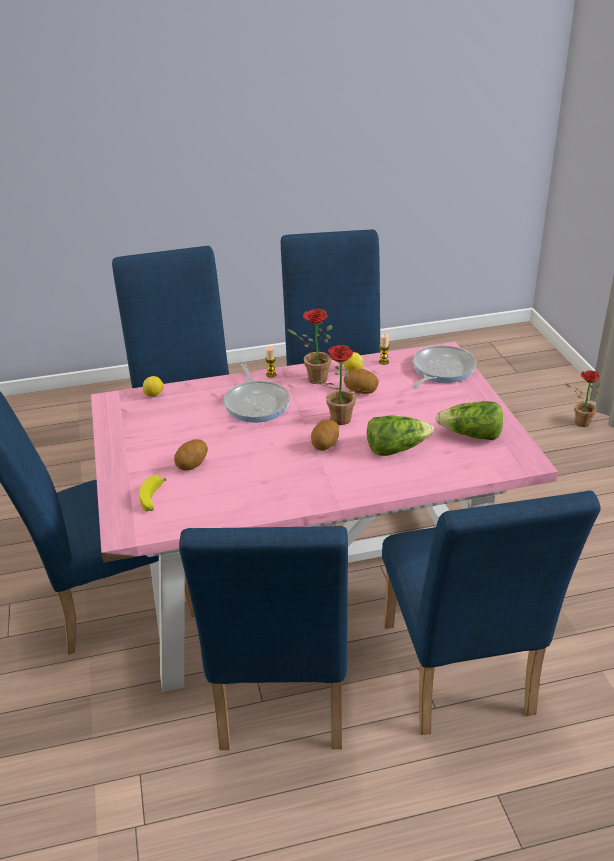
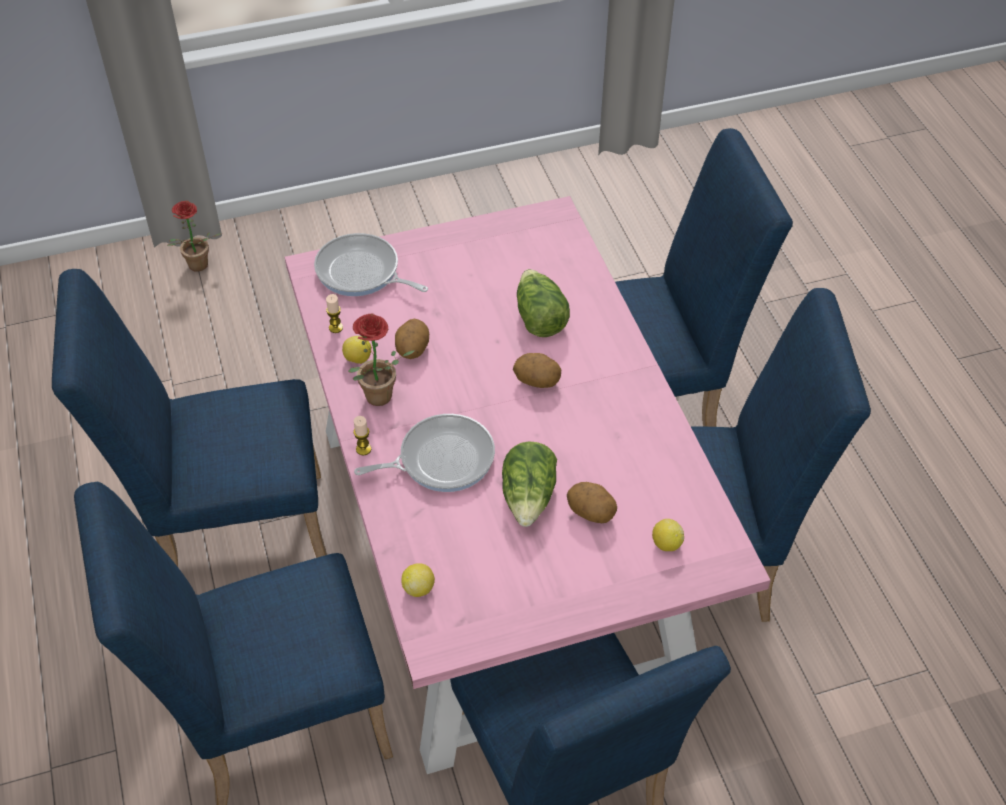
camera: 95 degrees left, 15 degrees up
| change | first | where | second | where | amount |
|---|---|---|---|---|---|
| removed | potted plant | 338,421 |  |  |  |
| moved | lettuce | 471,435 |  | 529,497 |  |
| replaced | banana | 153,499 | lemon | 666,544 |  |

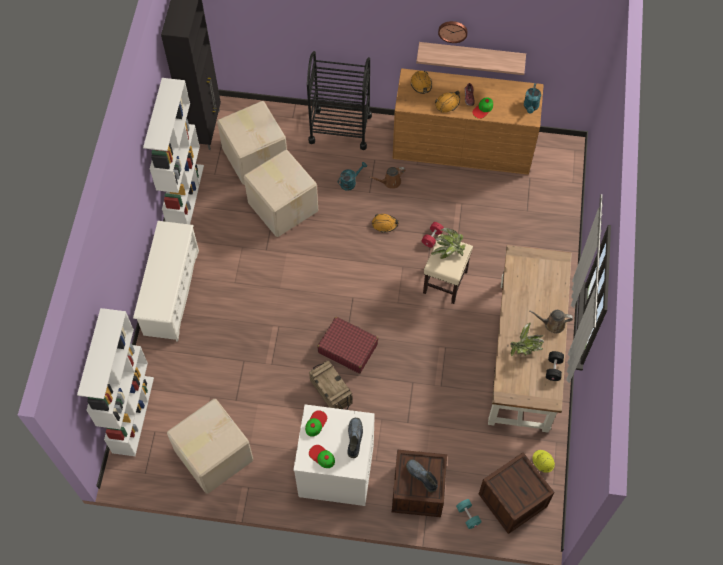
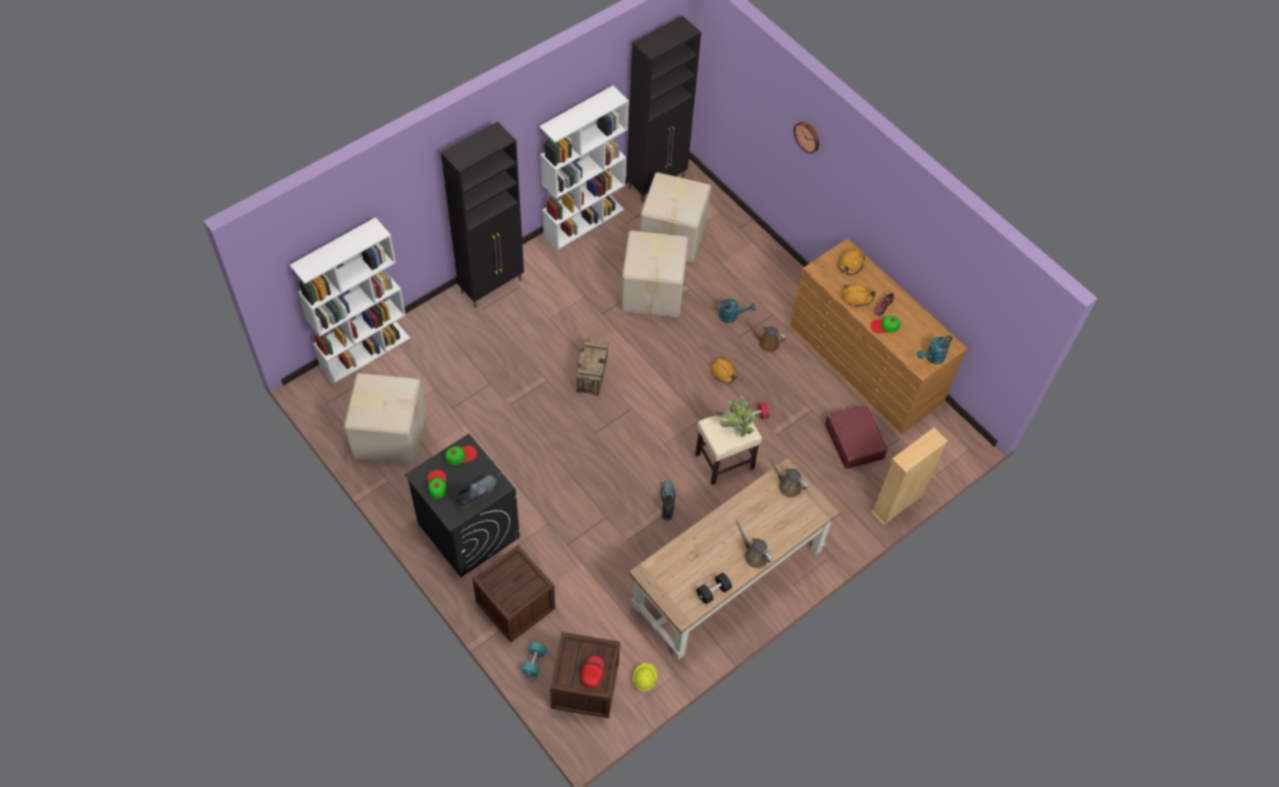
camera: 40 degrees right, 5 degrees down
| change | first | where | second | where | amount |
|---|---|---|---|---|---|
| removed | cart/black | 340,128 |  |  |  |
| removed | shelf | 471,54 |  |  |  |
| removed | potted plant | 526,348 |  |  |  |
| added |  |  | cap/red | 592,673 |  |
| added |  |  | watering can/brown | 787,485 |  |
| added |  |  | bookcase/beige | 897,503 |  |
| moved | crate | 330,392 |  | 591,374 |  |
| moved | suitcase/red | 347,348 |  | 854,441 |  |
| moved | boot | 421,476 |  | 667,501 |  |
| moved | wall clock | 453,30 |  | 807,136 |  |
| replaced | shoe rack/white | 171,292 | cabinet/black | 492,286 |  |
| recoloured | washing machine/white | 335,471 | washing machine/black | 468,530 |  |

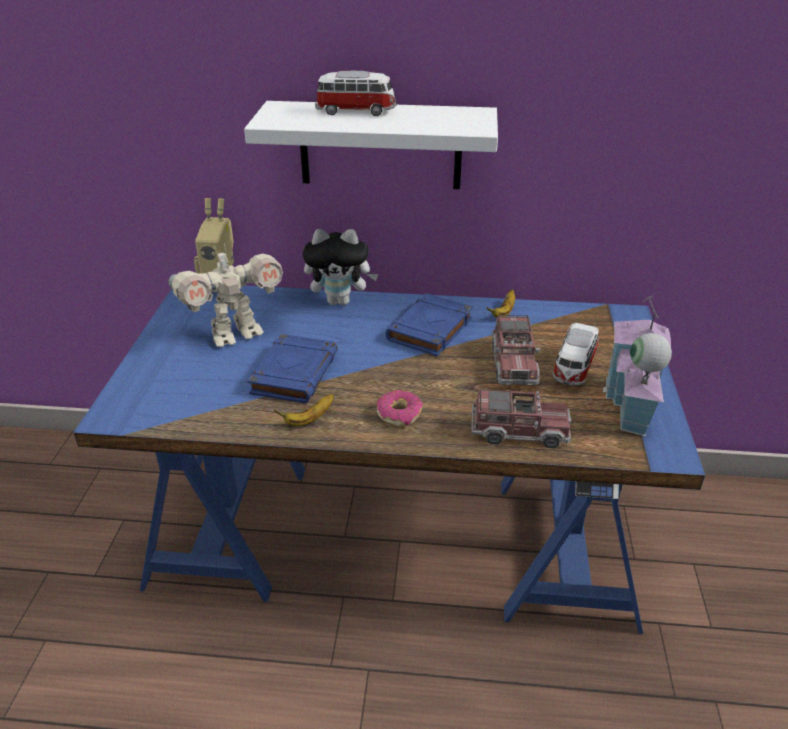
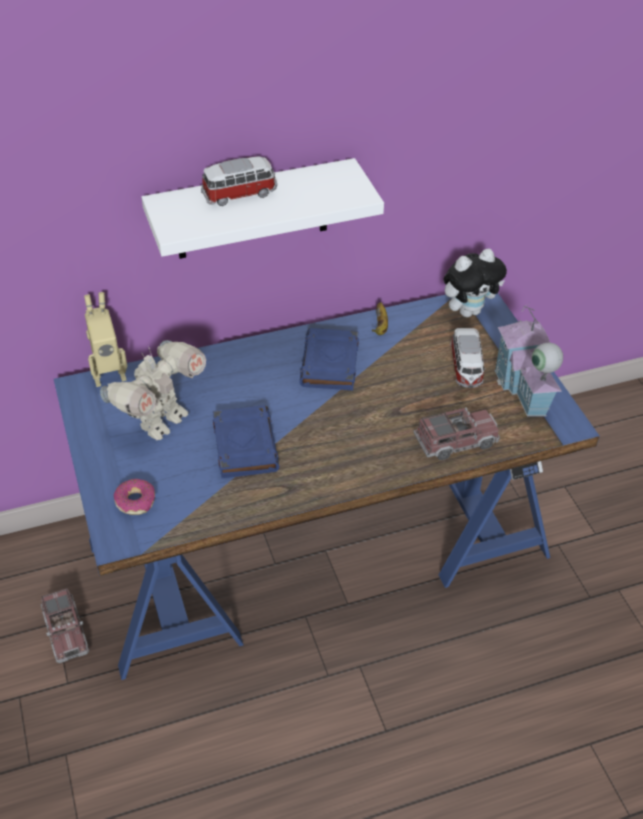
camera: 25 degrees left, 10 degrees up
| change | first | where | second | where | amount |
|---|---|---|---|---|---|
| removed | banana | 309,419 |  |  |  |
| moved | plush toy | 340,301 |  | 469,311 |  |
| moved | donut | 399,414 |  | 136,501 |  |
| moved | toy truck | 513,364 |  | 66,632 |  |

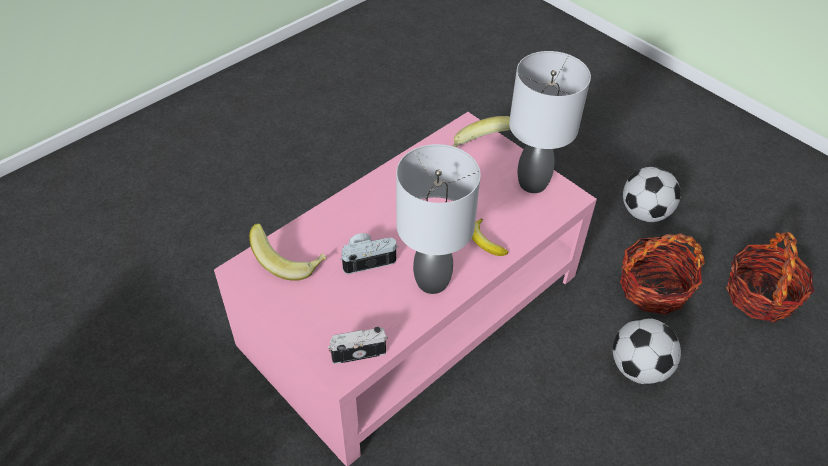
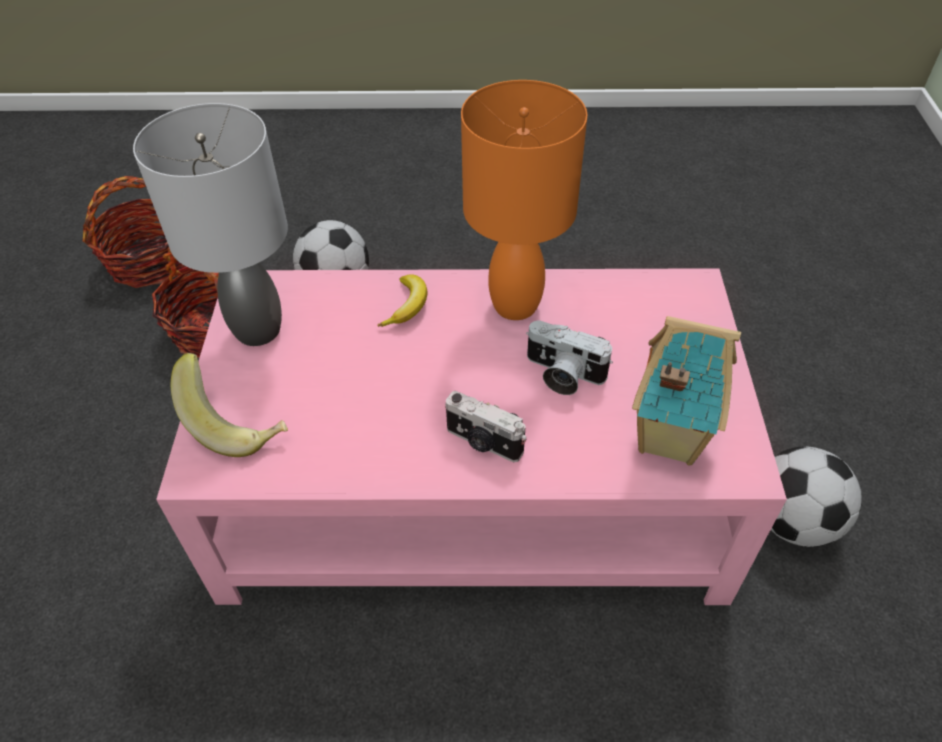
camera: 135 degrees left, 0 degrees up
| change | first | where | second | where | amount |
|---|---|---|---|---|---|
| moved | photo camera | 358,352 |  | 483,443 |  |
| moved | football | 645,213 |  | 791,521 |  |
| replaced | banana | 290,261 | toy house | 667,437 |  |
| recoloured | table lamp/grey | 431,280 | table lamp/orange | 514,306 |  |

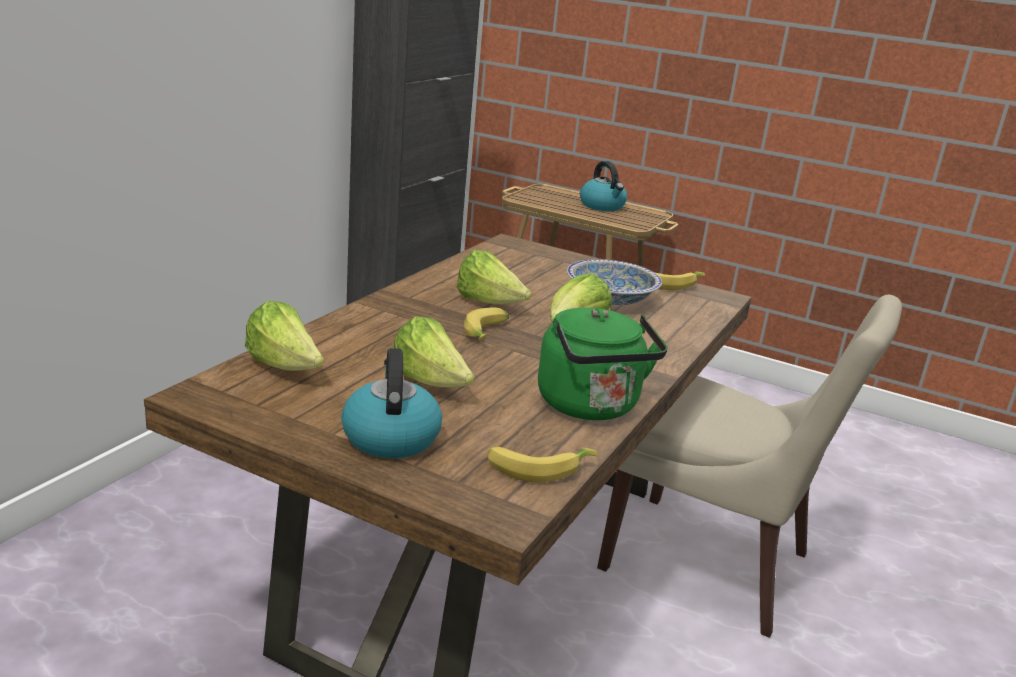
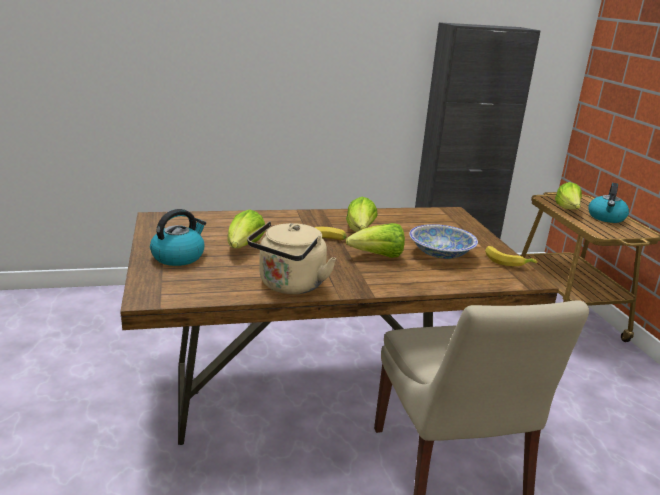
camera: 50 degrees right, 0 degrees up
| change | first | where | second | where | amount |
|---|---|---|---|---|---|
| removed | banana | 537,468 |  |  |  |
| moved | lettuce | 285,367 |  | 567,210 |  |
| recoloured | kettle/green | 591,407 | kettle/beige | 289,286 |  |

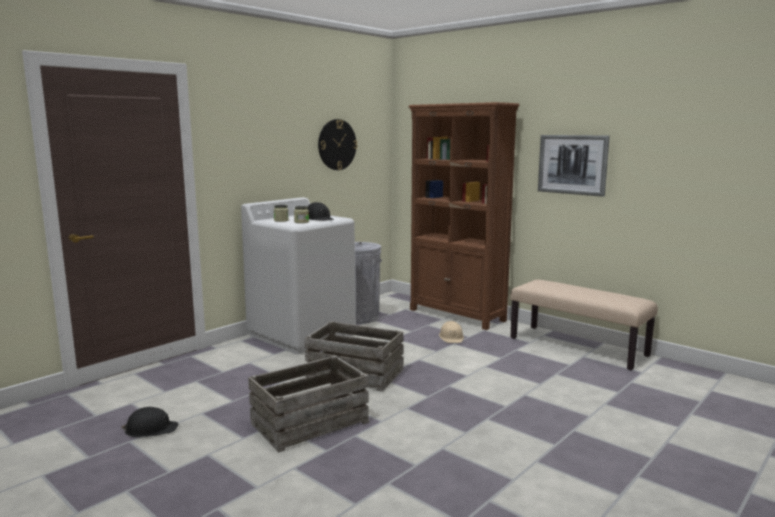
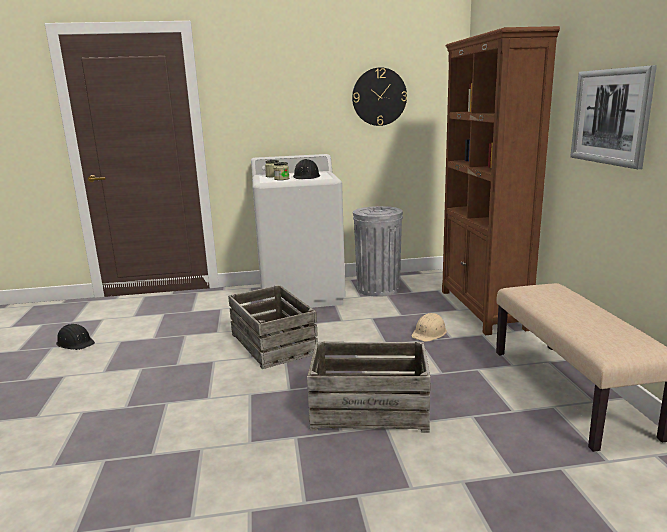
camera: 40 degrees right, 5 degrees up
| change | first | where | second | where | amount |
|---|---|---|---|---|---|
| moved | crate | 309,422 |  | 369,408 |  |

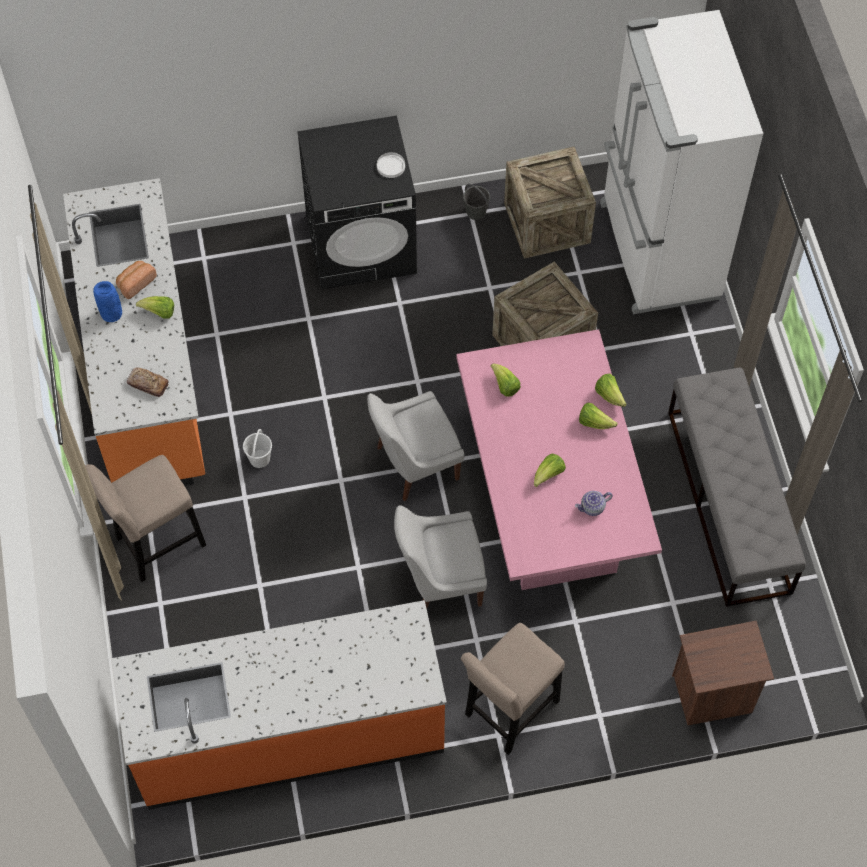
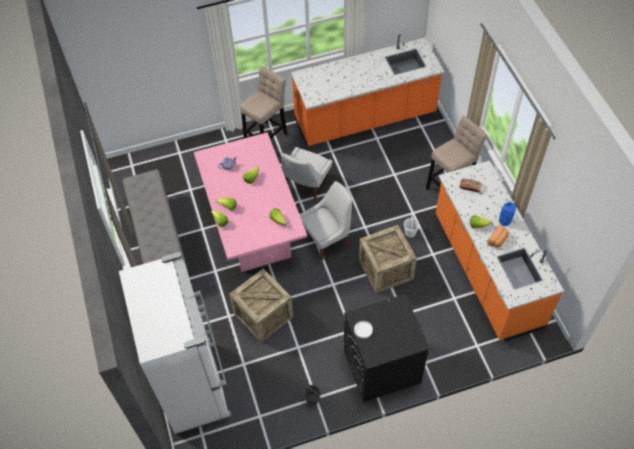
camera: 175 degrees right, 5 degrees down
| change | first | where | second | where | amount |
|---|---|---|---|---|---|
| removed | nightstand/brown | 713,695 |  |  |  |
| moved | crate | 547,223 |  | 385,269 |  |
| turned | chair/white | 440,580 |  | 306,186 | 135 degrees clockwise |

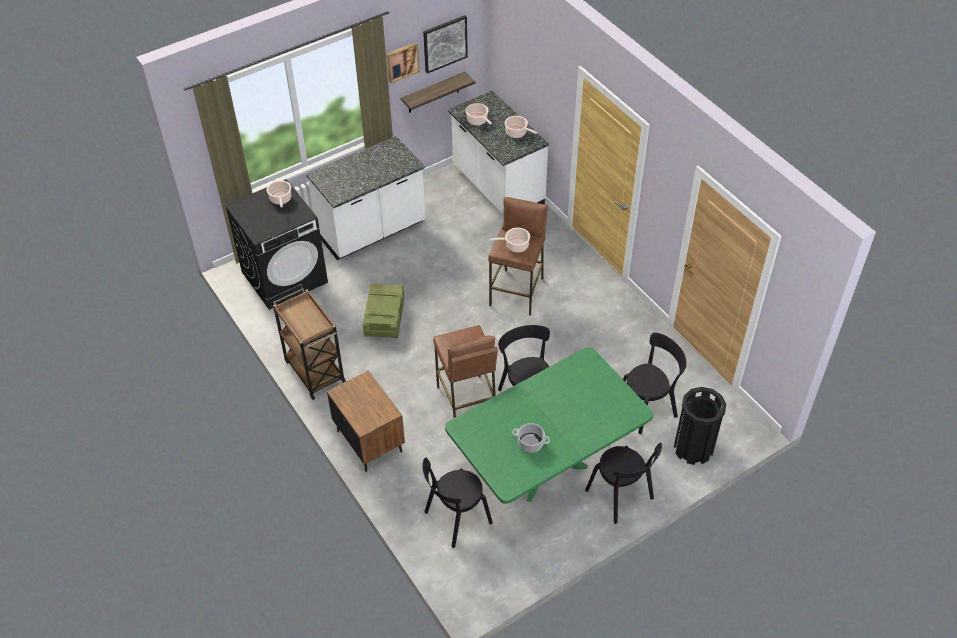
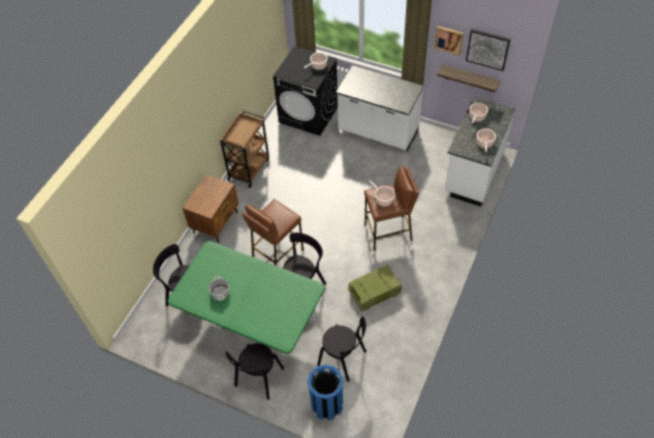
camera: 60 degrees right, 5 degrees up
| change | first | where | second | where | amount |
|---|---|---|---|---|---|
| moved | crate | 384,317 |  | 375,292 |  |
| recoloured | trash can/black | 693,448 | trash can/blue | 327,405 |  |

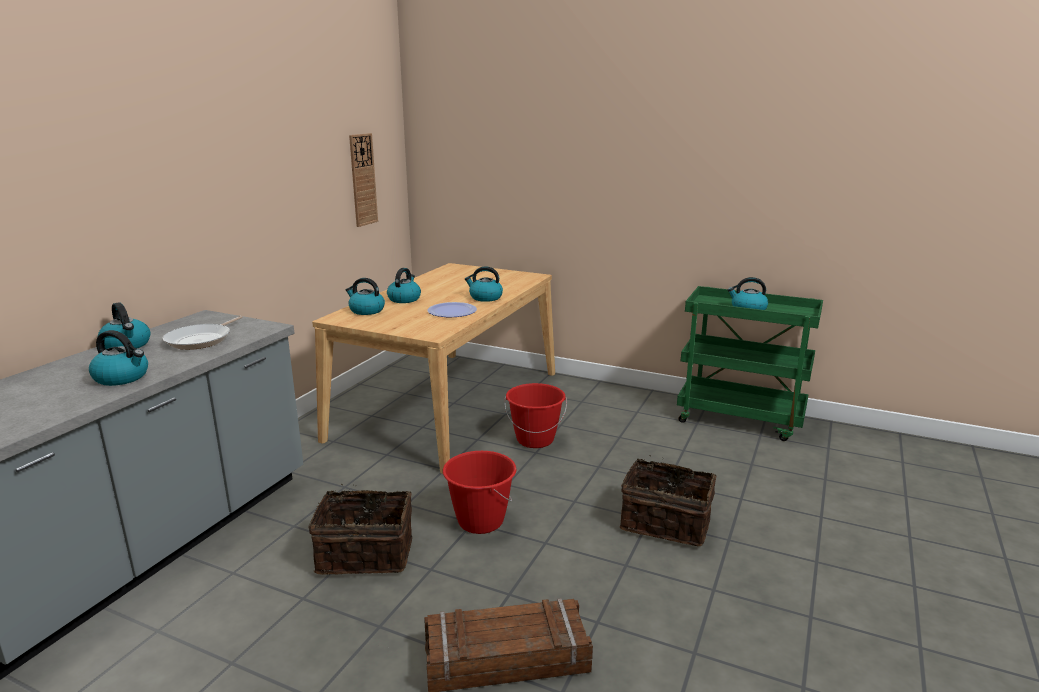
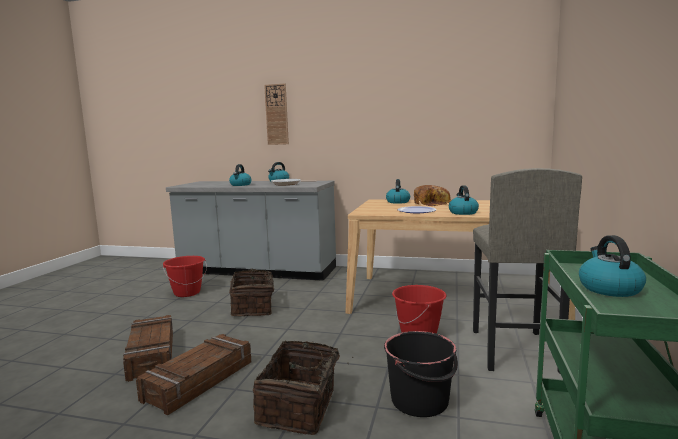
camera: 80 degrees right, 10 degrees down
| change | first | where | second | where | amount |
|---|---|---|---|---|---|
| added |  |  | crate | 198,380 |  |
| added |  |  | bucket/black | 420,401 |  |
| added |  |  | stool/grey | 513,350 |  |
| moved | wall clock | 363,180 |  | 276,114 |  |
| moved | bucket/red | 480,521 |  | 187,293 |  |
| replaced | kettle | 404,299 | bread | 432,203 |  |

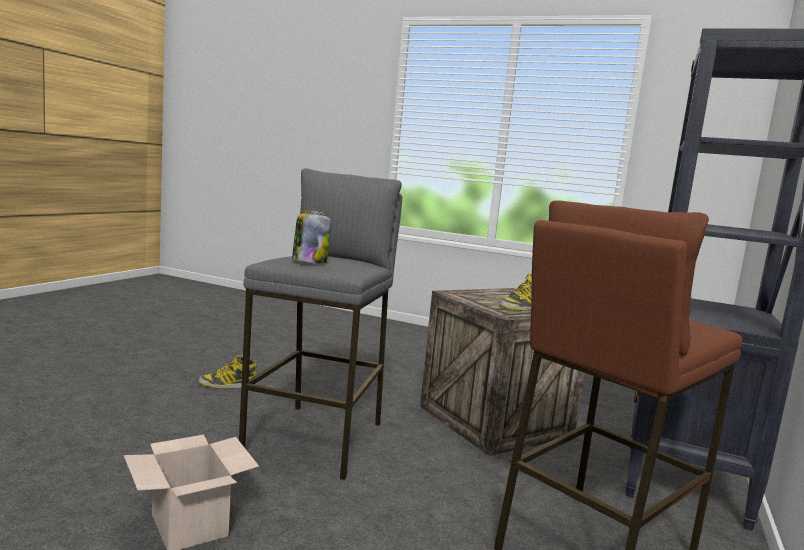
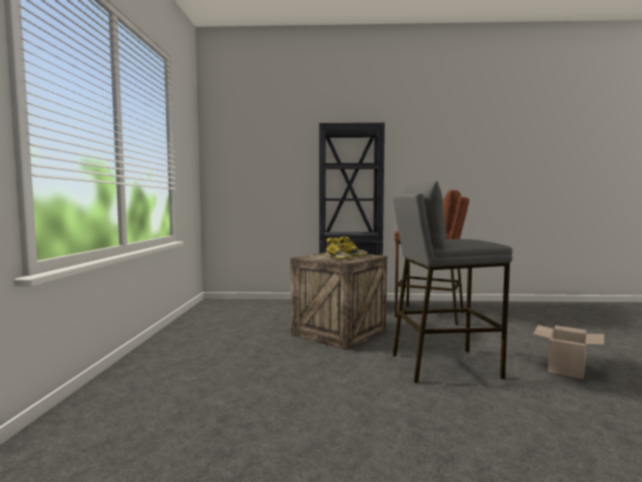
camera: 110 degrees left, 5 degrees down
| change | first | where | second | where | amount |
|---|---|---|---|---|---|
| removed | jar | 309,262 |  |  |  |
| moved | boot | 228,385 |  | 338,257 |  |

